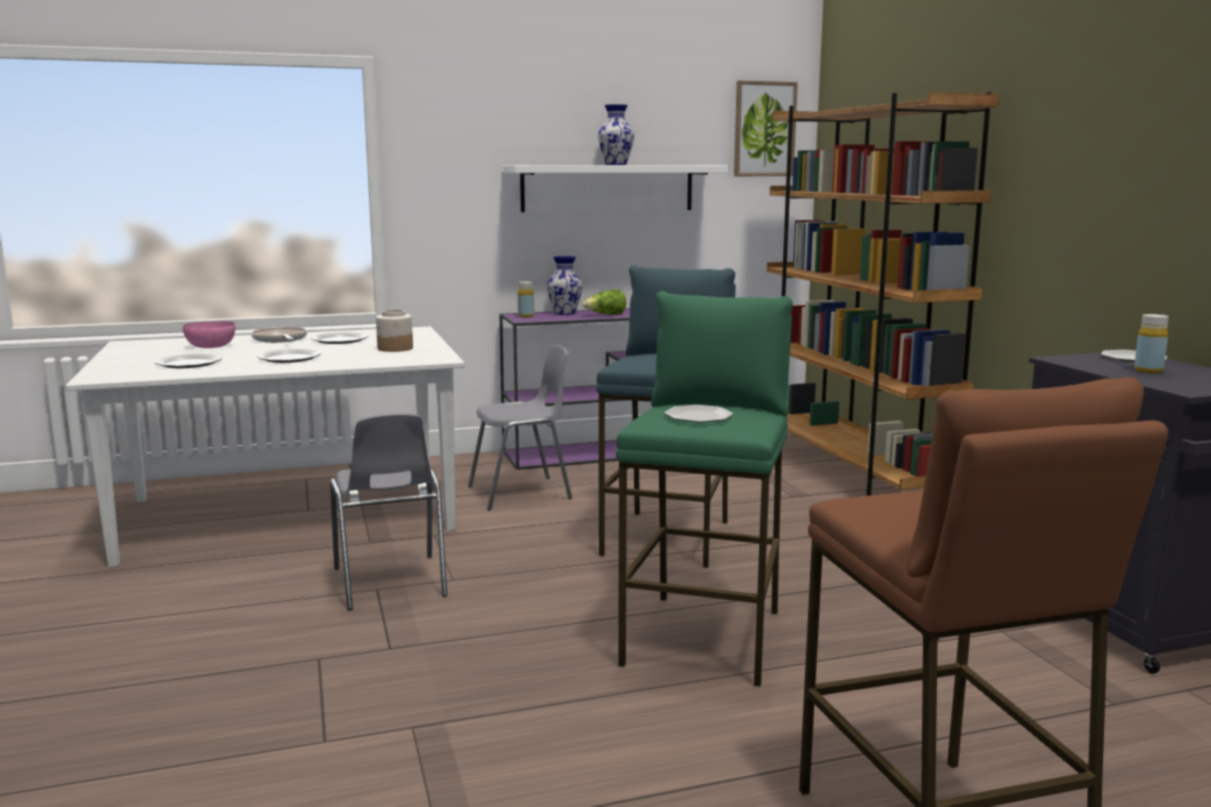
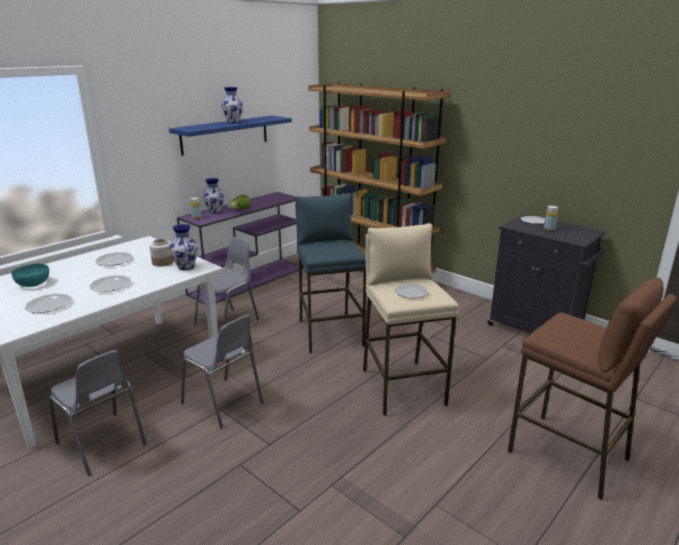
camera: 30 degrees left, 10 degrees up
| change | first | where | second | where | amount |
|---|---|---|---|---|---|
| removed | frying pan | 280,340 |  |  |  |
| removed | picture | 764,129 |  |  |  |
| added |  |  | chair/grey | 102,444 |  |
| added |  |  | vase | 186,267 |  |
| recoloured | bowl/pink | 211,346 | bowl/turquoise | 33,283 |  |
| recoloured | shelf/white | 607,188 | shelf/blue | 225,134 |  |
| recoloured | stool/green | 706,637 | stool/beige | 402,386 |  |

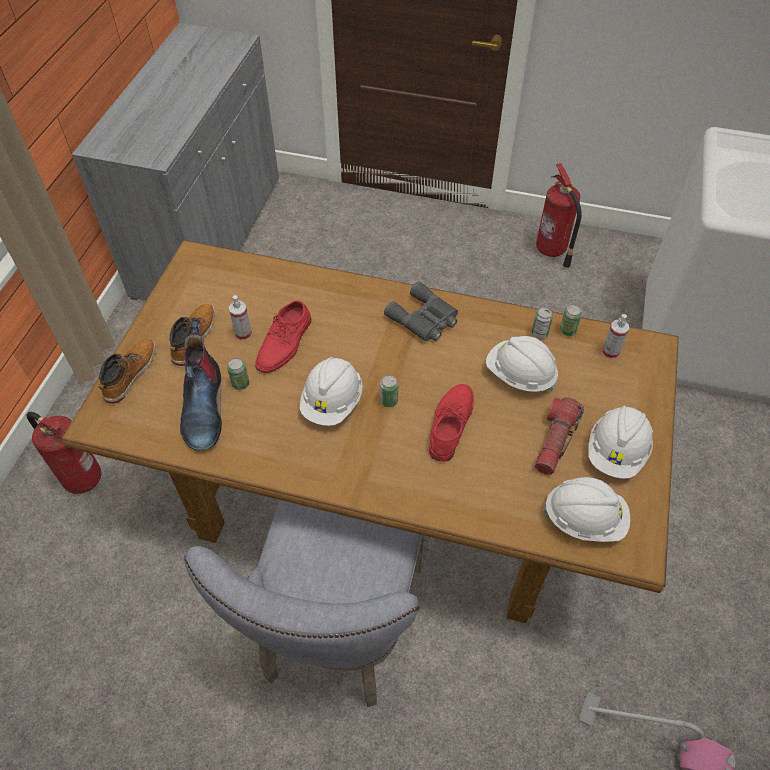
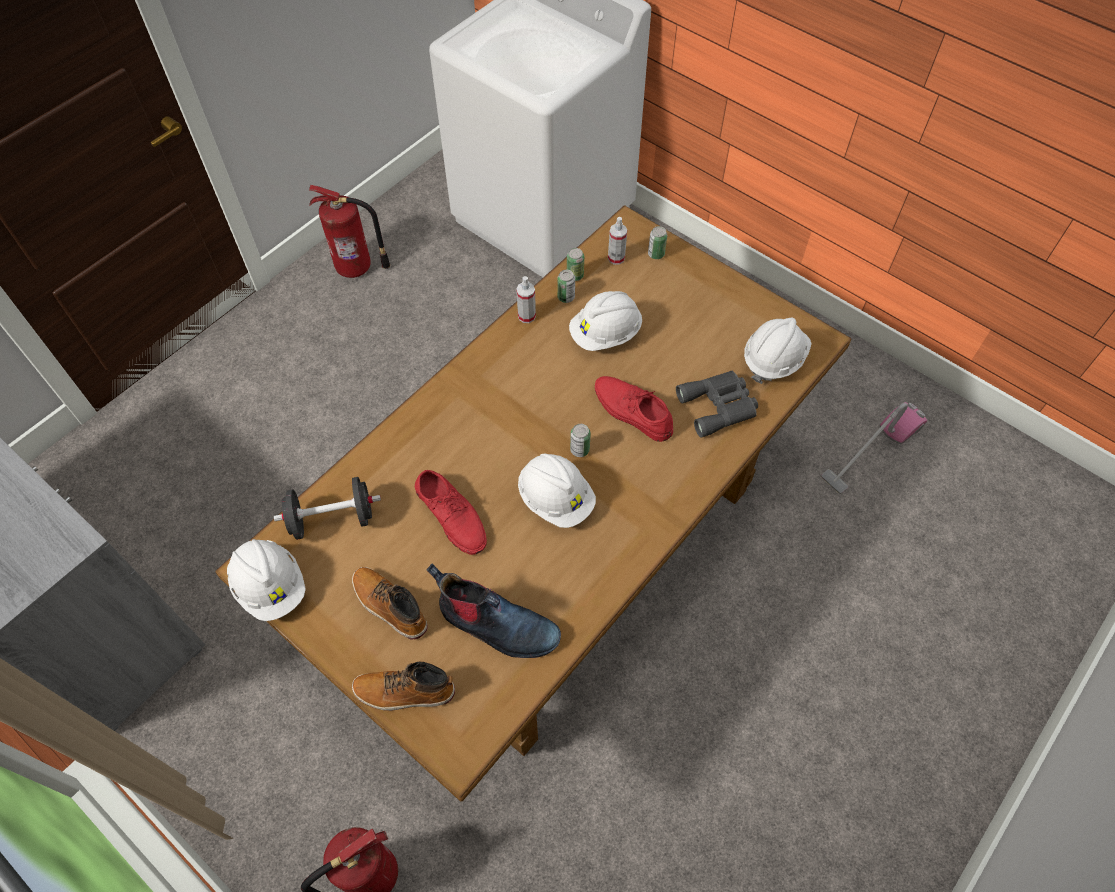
camera: 65 degrees left, 5 degrees up
| change | first | where | second | where | amount |
|---|---|---|---|---|---|
| removed | chair/grey | 336,631 |  |  |  |
| removed | flashlight | 555,441 |  |  |  |
| added |  |  | dumbbell/black | 332,519 |  |
| moved | can | 240,384 |  | 656,254 |  |
| moved | spray bottle | 243,334 |  | 526,316 |  |
| moved | binoculars/grey | 424,319 |  | 719,406 |  |
| moved | hard hat/white | 616,452 |  | 271,586 |  |
| turned | boot | 130,374 |  | 405,692 | 45 degrees counterclockwise |

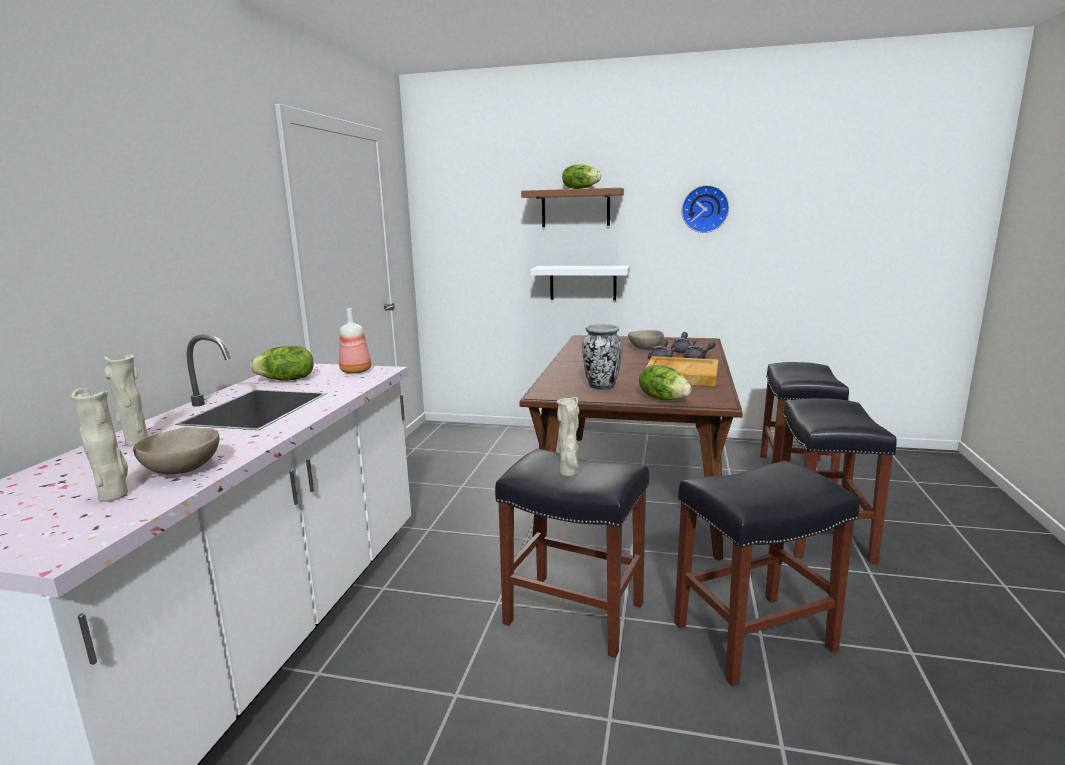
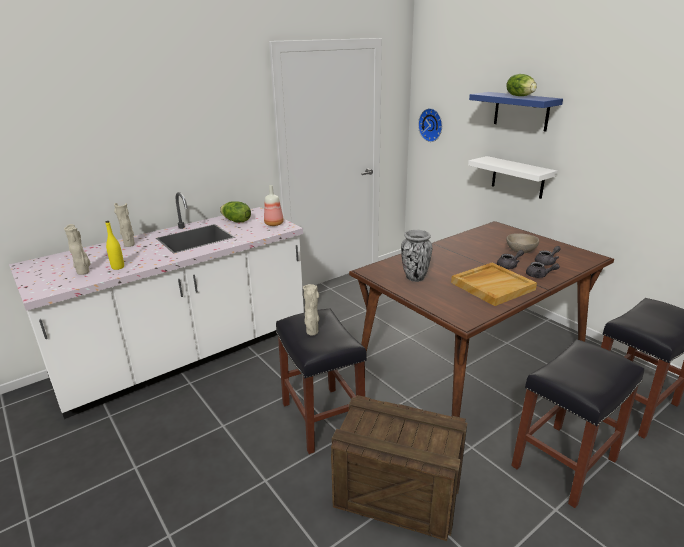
camera: 40 degrees right, 10 degrees up
| change | first | where | second | where | amount |
|---|---|---|---|---|---|
| removed | lettuce | 663,399 |  |  |  |
| moved | wall clock | 705,209 |  | 432,125 |  |
| replaced | bowl/beige | 183,470 | bottle/yellow | 118,267 |  |
| replaced | stool/black | 752,638 | crate | 396,493 |  |
| recoloured | shelf/brown | 575,208 | shelf/blue | 521,111 |  |

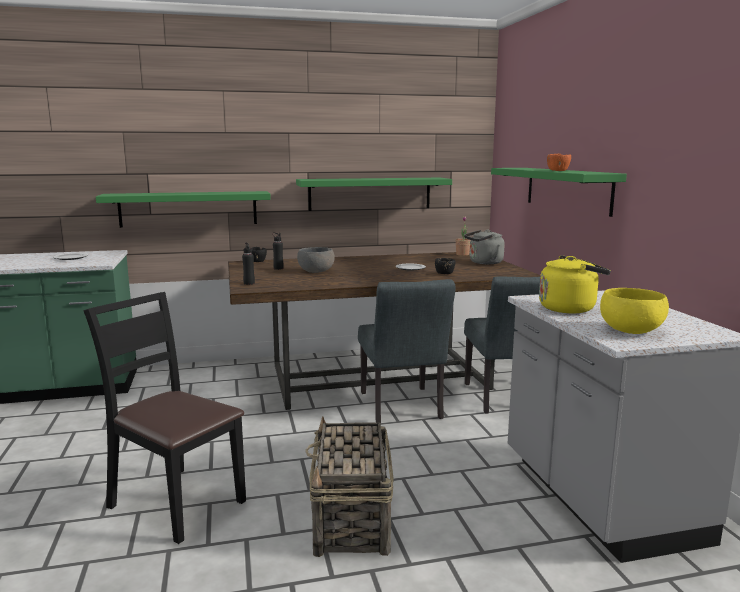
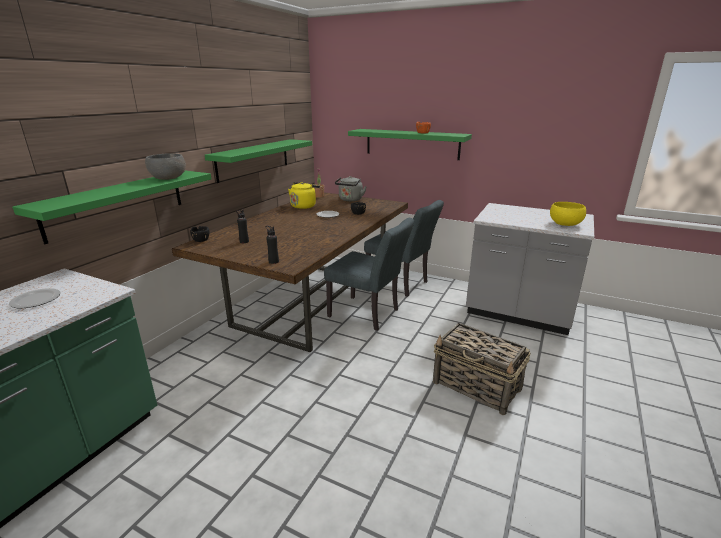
camera: 50 degrees left, 10 degrees up
| change | first | where | second | where | amount |
|---|---|---|---|---|---|
| removed | chair/black | 176,502 |  |  |  |
| moved | bowl/grey | 316,271 |  | 168,178 |  |
| moved | kettle/yellow | 570,308 |  | 304,206 |  |

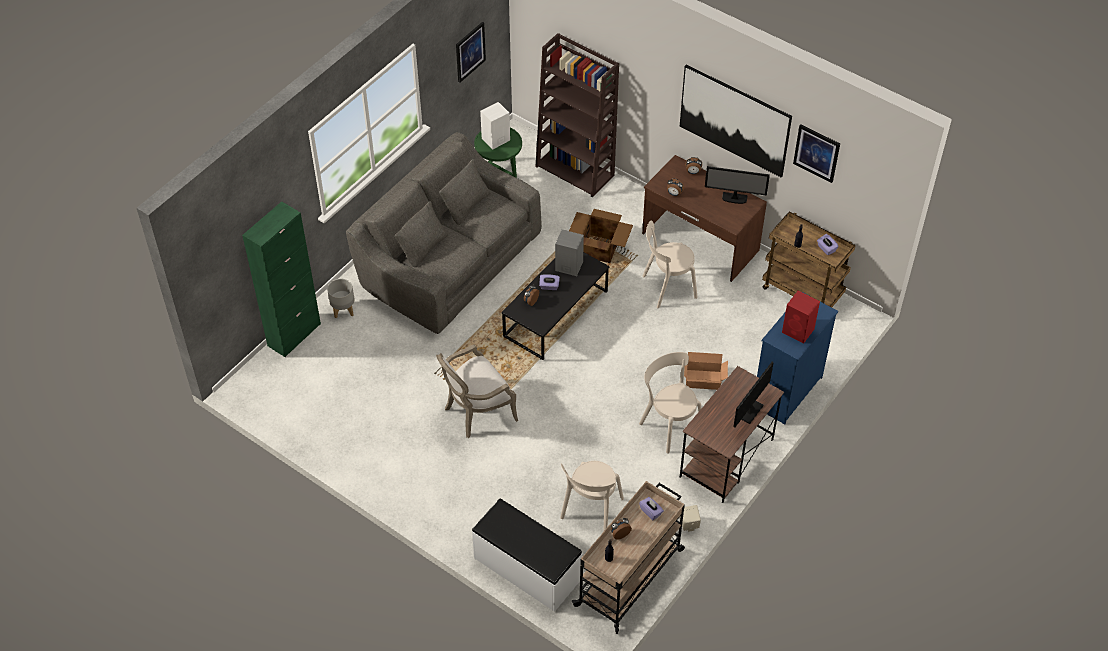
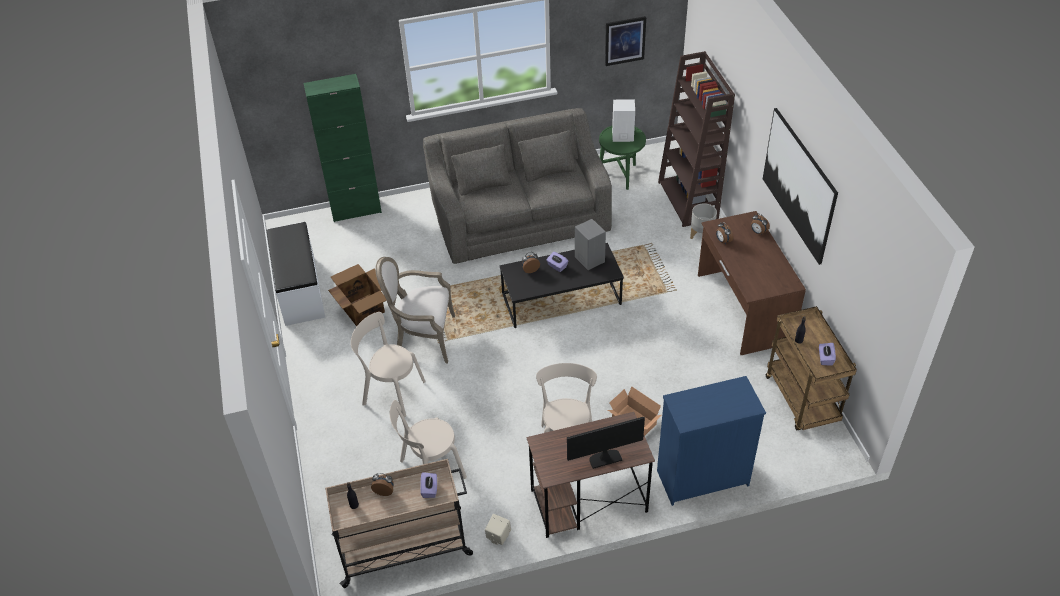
camera: 40 degrees right, 5 degrees down
| change | first | where | second | where | amount |
|---|---|---|---|---|---|
| removed | monitor | 734,198 |  |  |  |
| removed | speaker/red | 798,331 |  |  |  |
| removed | picture | 816,153 |  |  |  |
| moved | planter/grey | 343,309 |  | 701,235 |  |
| moved | bench/white | 527,569 |  | 299,290 |  |
| moved | cardboard box | 599,248 |  | 363,309 |  |
| moved | chair/beige | 667,287 |  | 391,391 |  |

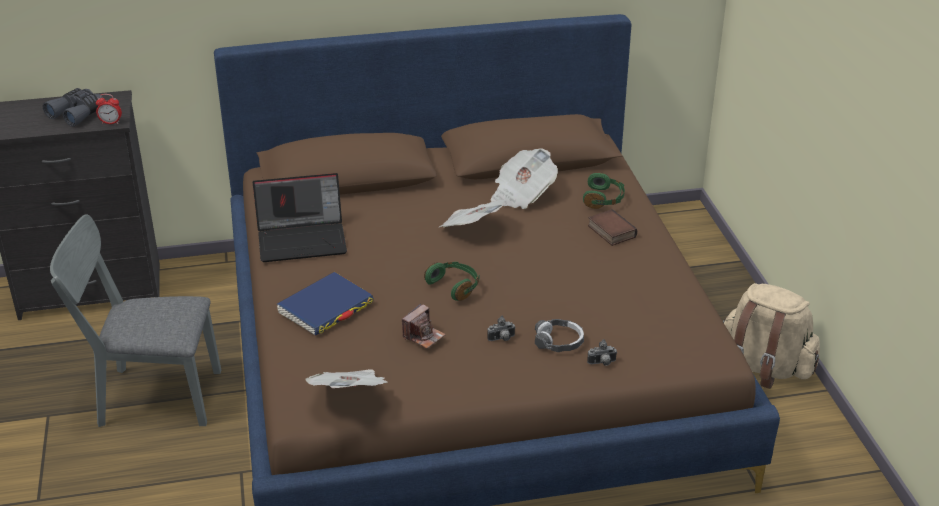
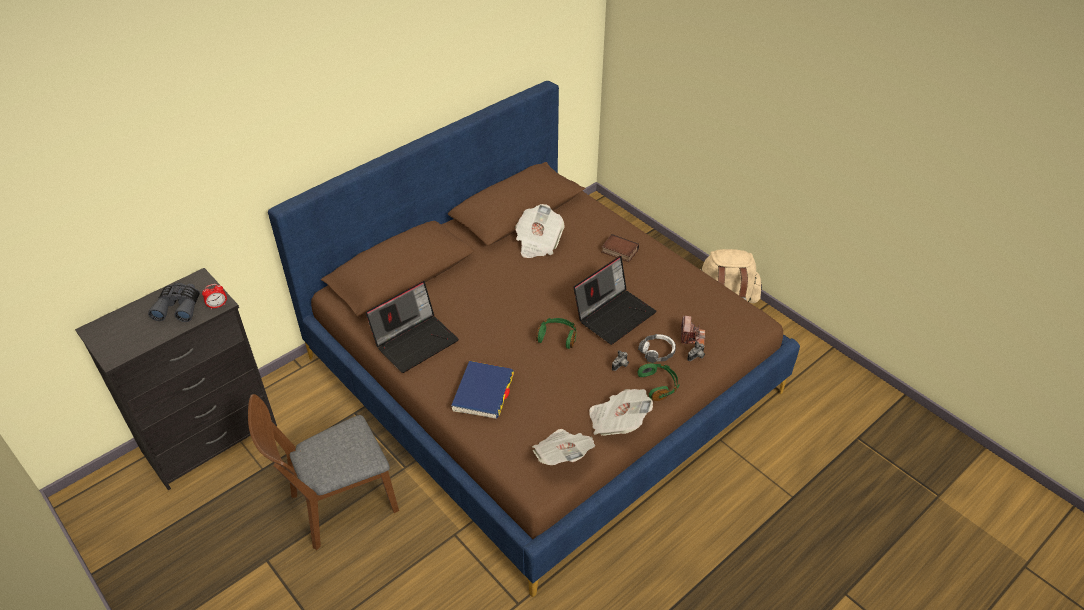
camera: 30 degrees left, 10 degrees up
| change | first | where | second | where | amount |
|---|---|---|---|---|---|
| added |  |  | laptop | 614,314 |  |
| moved | photo camera | 423,336 |  | 692,336 |  |
| moved | newspaper | 472,228 |  | 617,422 |  |
| moved | headphones/green | 604,199 |  | 658,385 |  |
| recoloured | chair/grey | 150,396 | chair/brown | 336,506 |  |

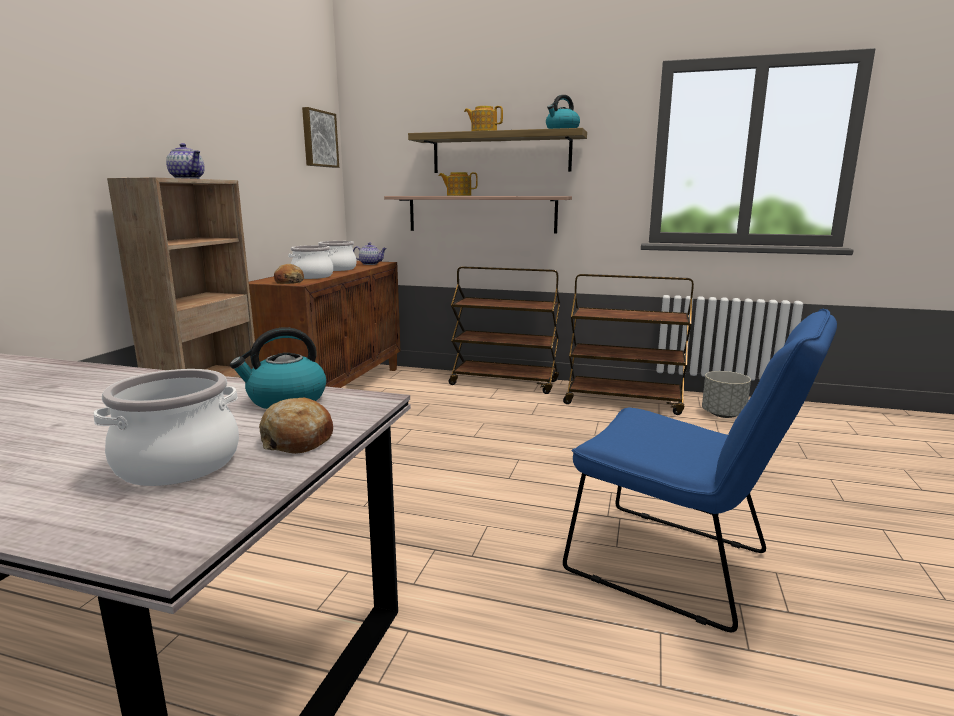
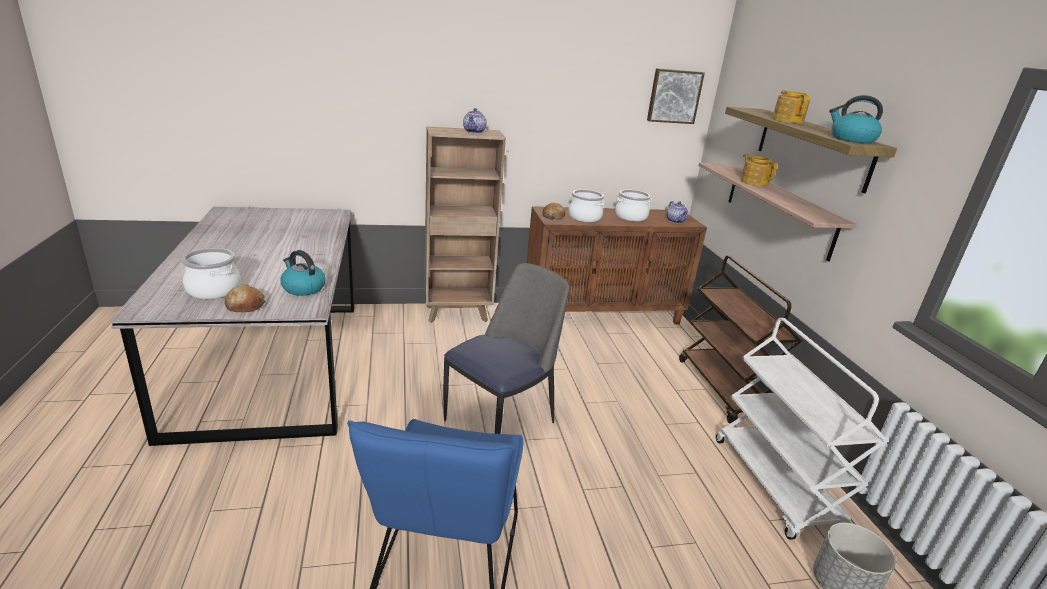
camera: 60 degrees right, 10 degrees up
| change | first | where | second | where | amount |
|---|---|---|---|---|---|
| added |  |  | chair | 501,419 |  |
| recoloured | cart/brown | 624,401 | cart/white | 776,484 |  |

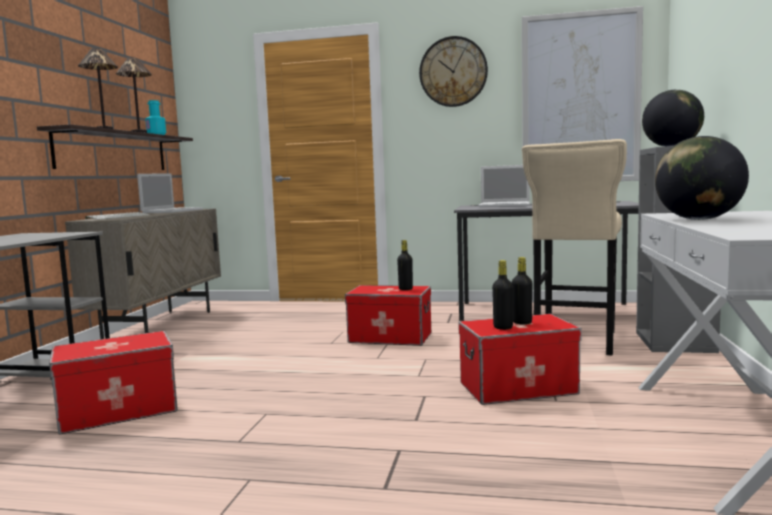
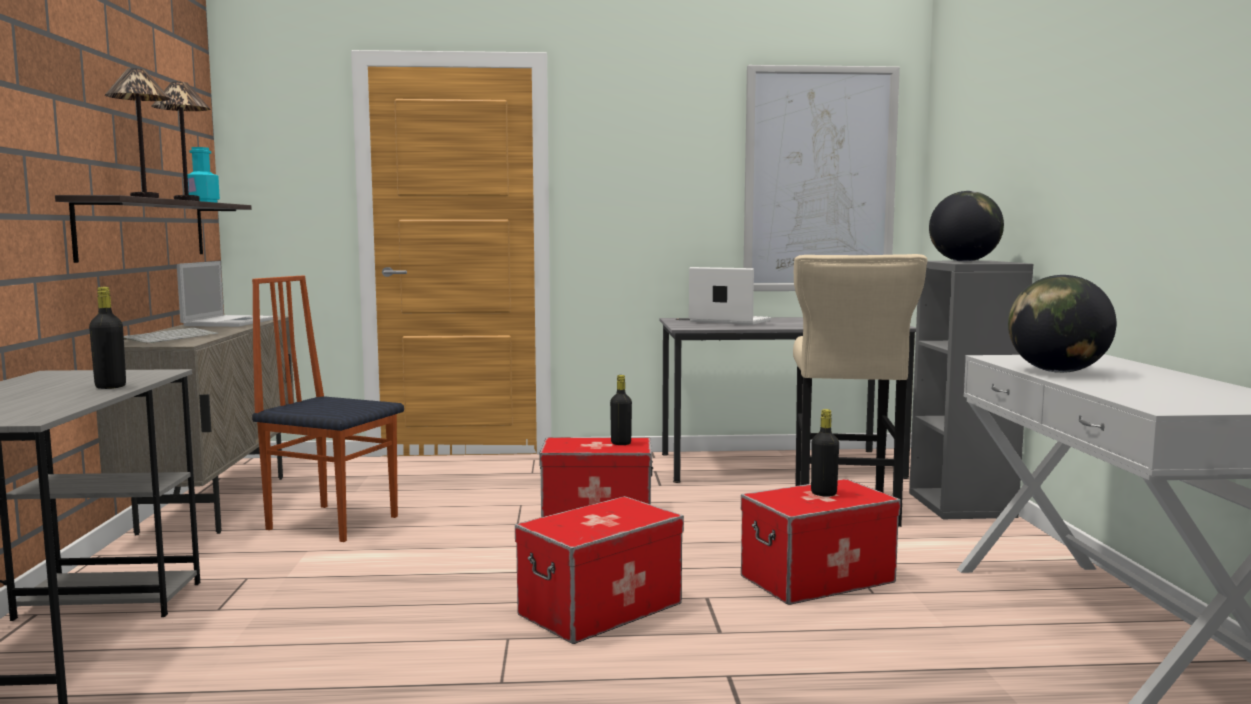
camera: 15 degrees left, 0 degrees up
| change | first | where | second | where | amount |
|---|---|---|---|---|---|
| removed | wall clock | 453,72 |  |  |  |
| added |  |  | chair | 333,522 |  |
| moved | storage box | 119,411 |  | 600,608 |  |
| moved | bottle/black | 503,327 |  | 110,387 |  |
| turned | laptop | 505,205 |  | 728,321 | 150 degrees counterclockwise |

